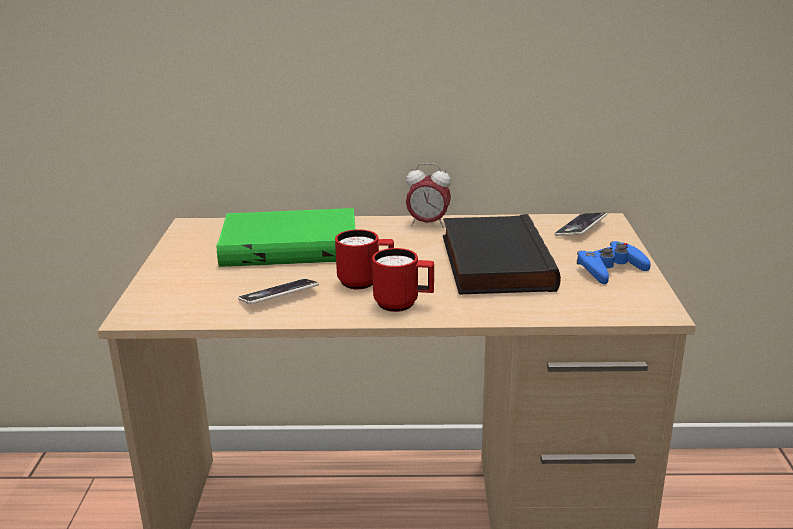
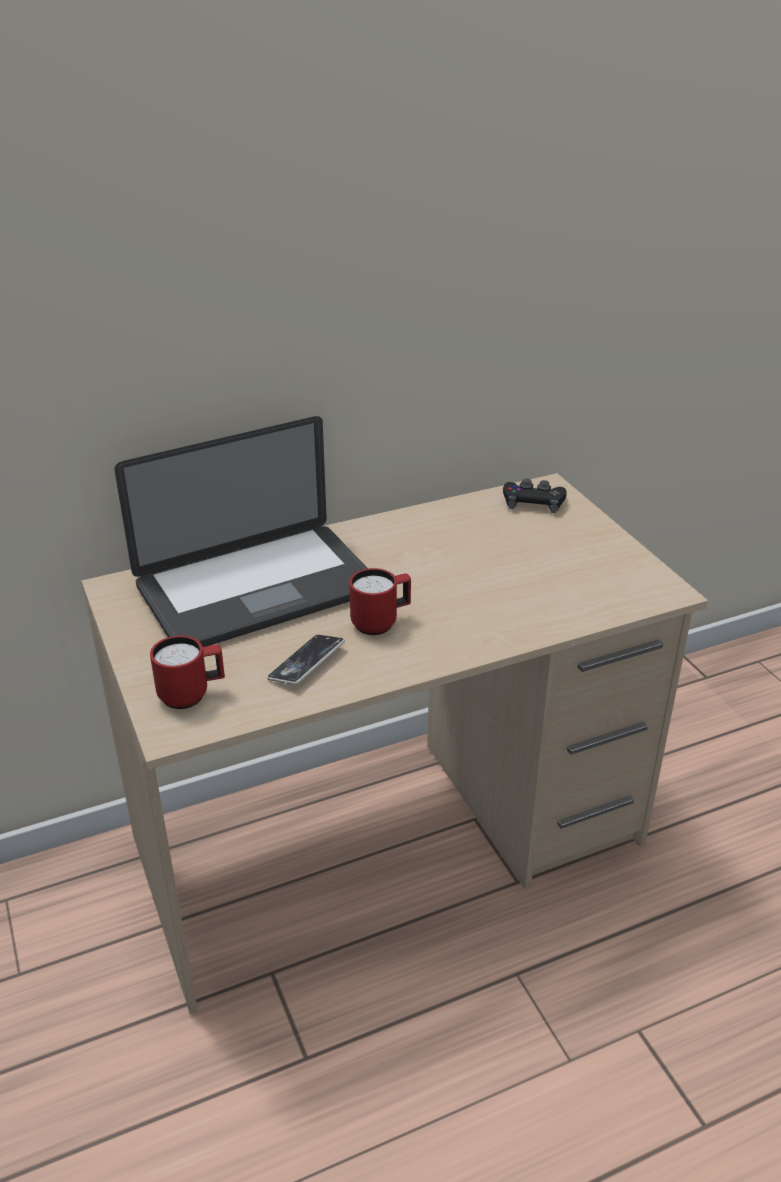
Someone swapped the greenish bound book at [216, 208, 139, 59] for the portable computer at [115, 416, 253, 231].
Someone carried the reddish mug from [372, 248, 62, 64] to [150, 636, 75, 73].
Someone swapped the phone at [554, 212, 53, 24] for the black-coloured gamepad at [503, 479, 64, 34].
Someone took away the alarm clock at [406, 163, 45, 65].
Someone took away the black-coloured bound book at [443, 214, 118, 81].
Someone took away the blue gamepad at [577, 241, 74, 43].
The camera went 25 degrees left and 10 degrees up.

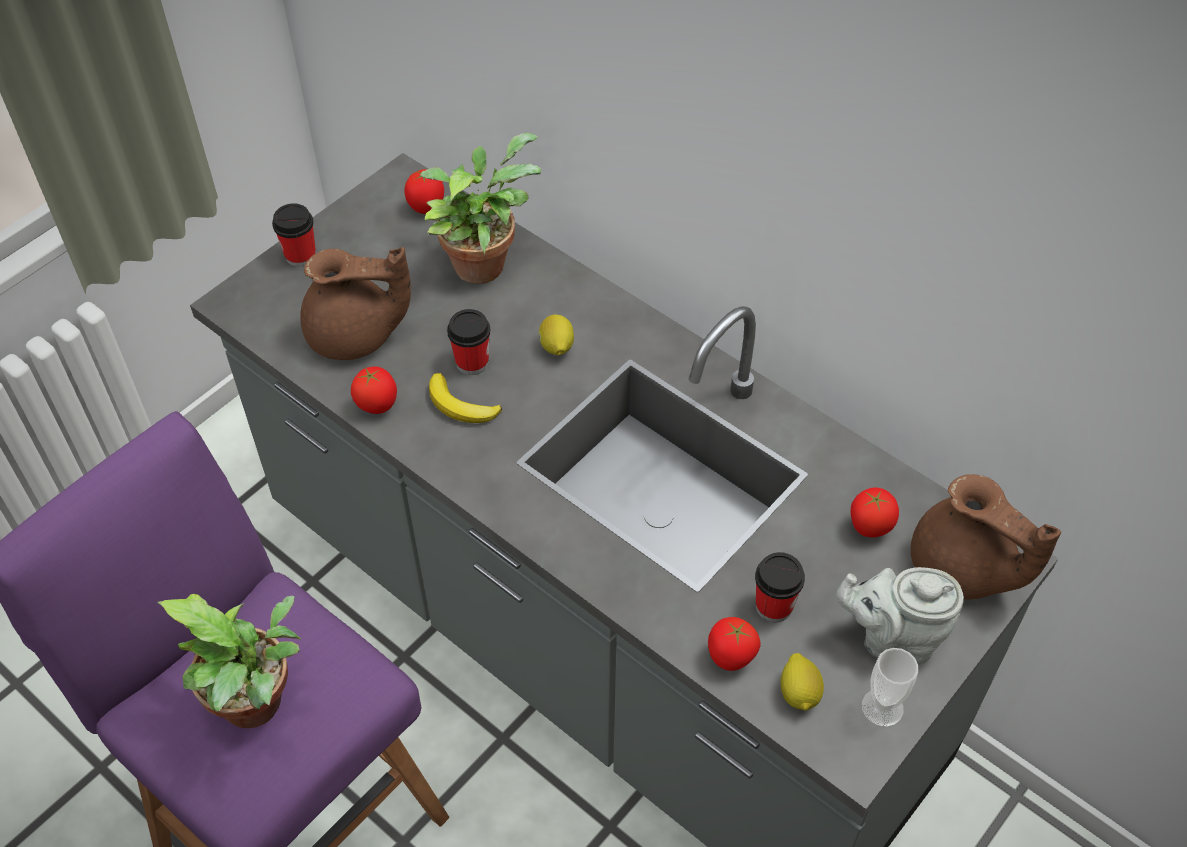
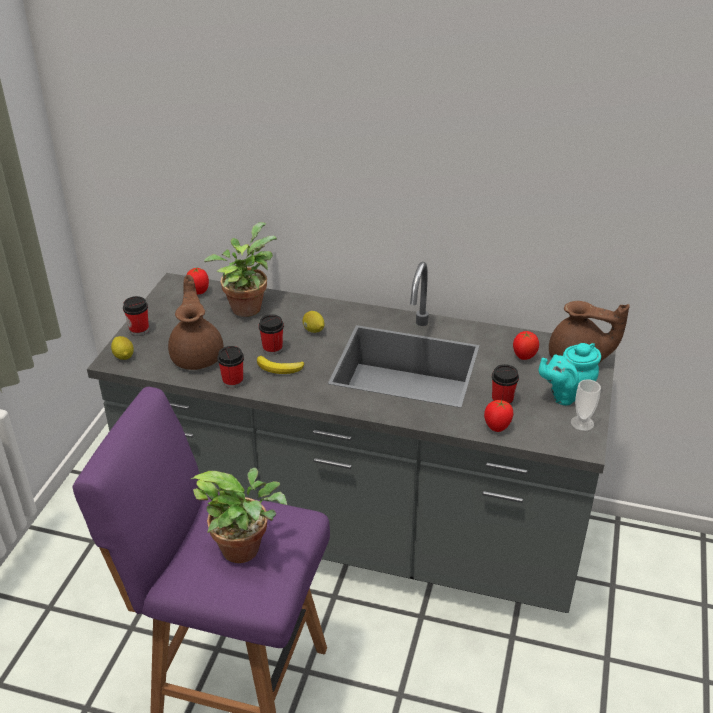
Someone carried the whole lemon from [780, 653, 44, 58] to [111, 336, 23, 24].
Someone rotated the brown tea pot at [300, 247, 111, 113] by 75 degrees counterclockwise.
Someone swapped the whole tomato at [351, 367, 46, 47] for the drinking cup at [217, 346, 27, 42].
Someone repainted the gray tea pot at [836, 567, 128, 97], which became the turquoise-coloured tea pot at [539, 343, 62, 62].
The camera went 25 degrees left and 15 degrees down.

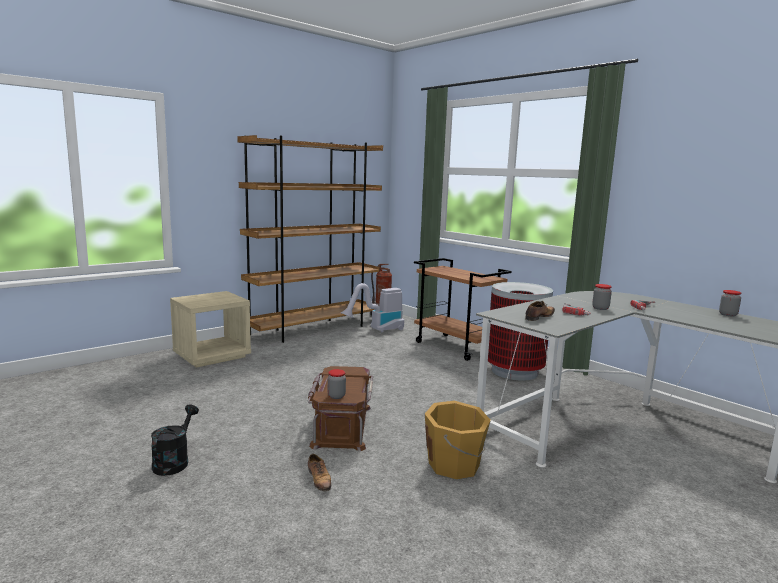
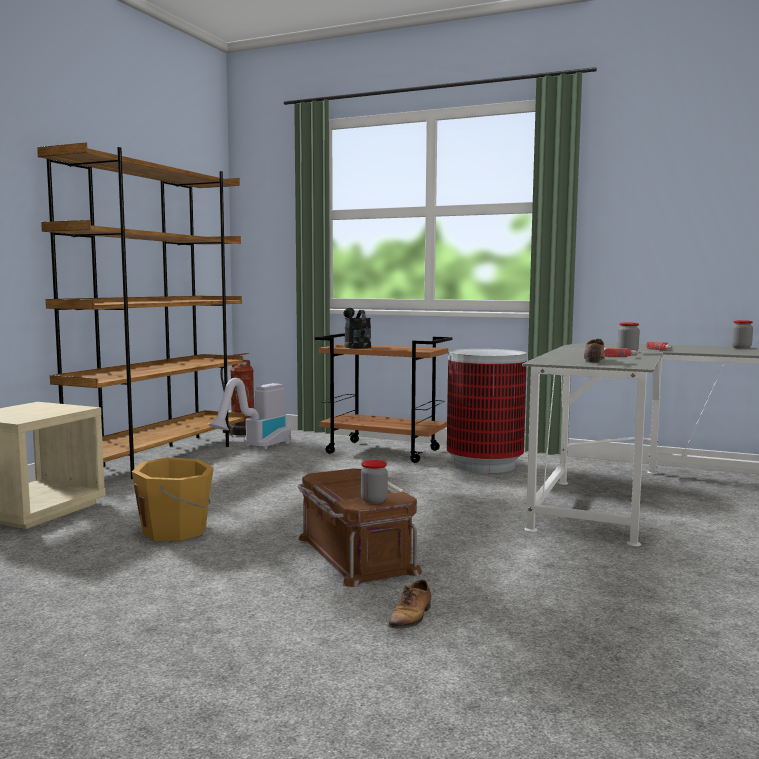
Someone carried the orangey water bucket from [425, 401, 66, 78] to [132, 457, 82, 84].
Someone carried the black-coloured watering pot from [151, 404, 48, 72] to [344, 308, 27, 40].
Someone rotated the shoe at [308, 454, 23, 37] by 75 degrees clockwise.
The camera went 25 degrees left and 5 degrees down.

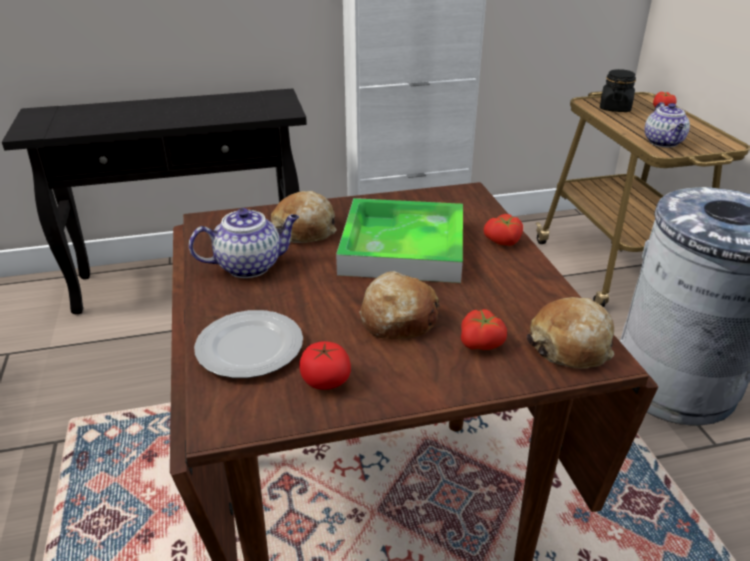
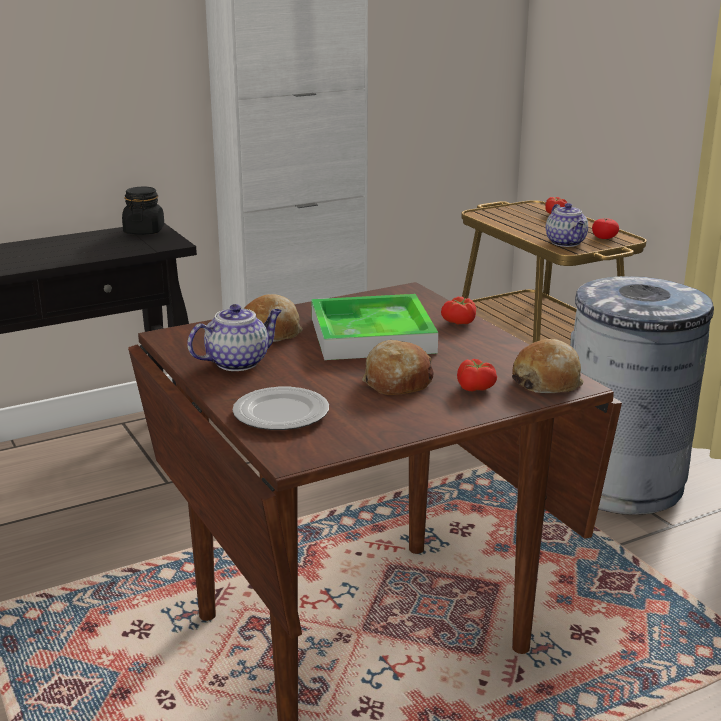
Someone carried the black-coloured jar from [600, 69, 36, 43] to [122, 186, 42, 49].
Someone carried the whole tomato from [299, 341, 52, 49] to [592, 218, 27, 21].
The camera went 15 degrees left and 10 degrees down.

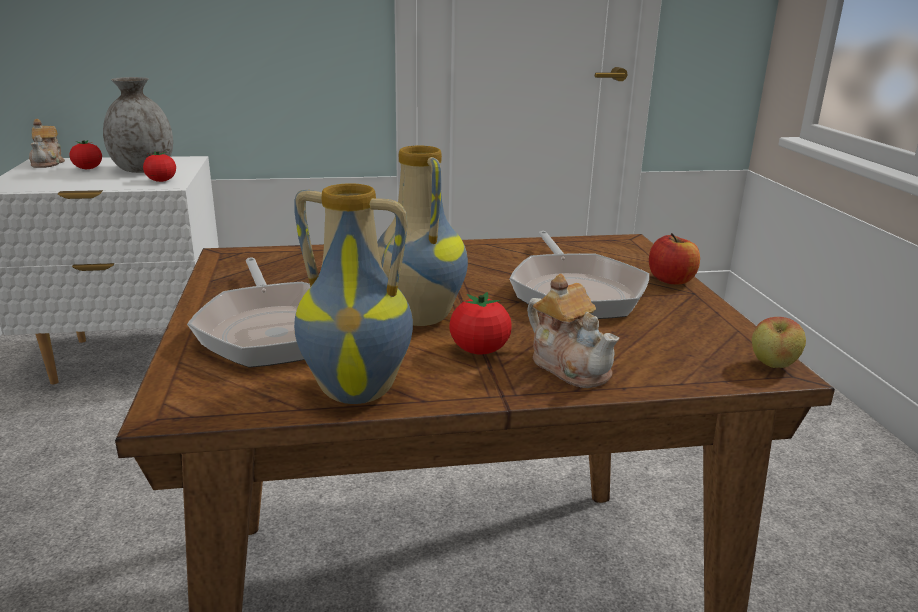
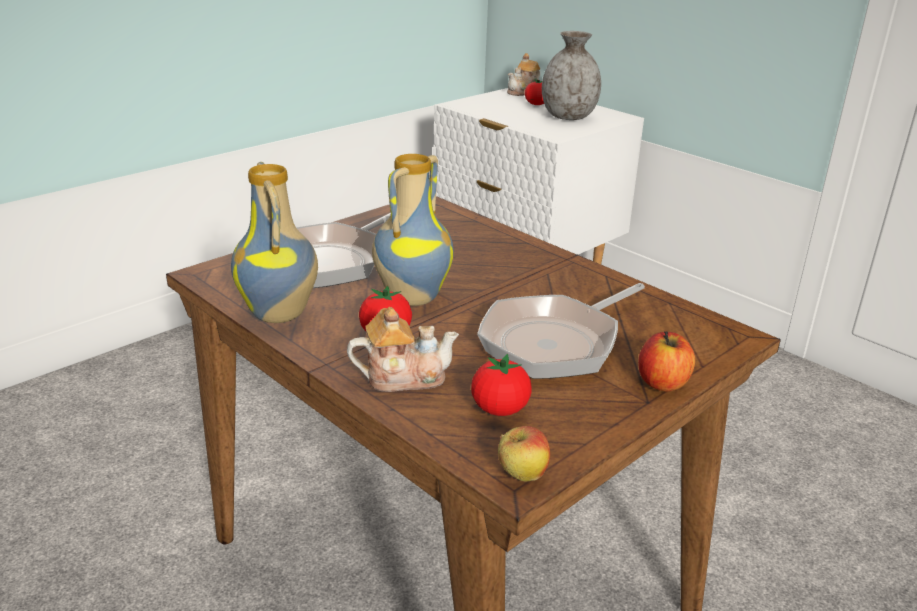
Someone rotated the tea pot at [527, 274, 93, 114] by 120 degrees counterclockwise.
Someone carried the whole tomato from [143, 151, 33, 31] to [471, 354, 61, 62].
The camera went 55 degrees right and 5 degrees up.

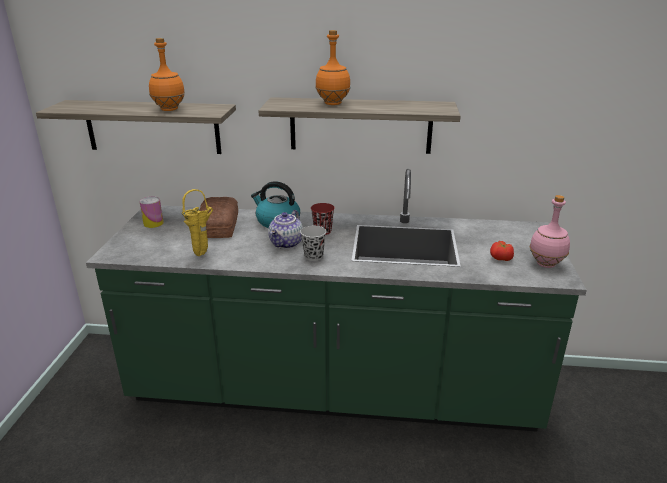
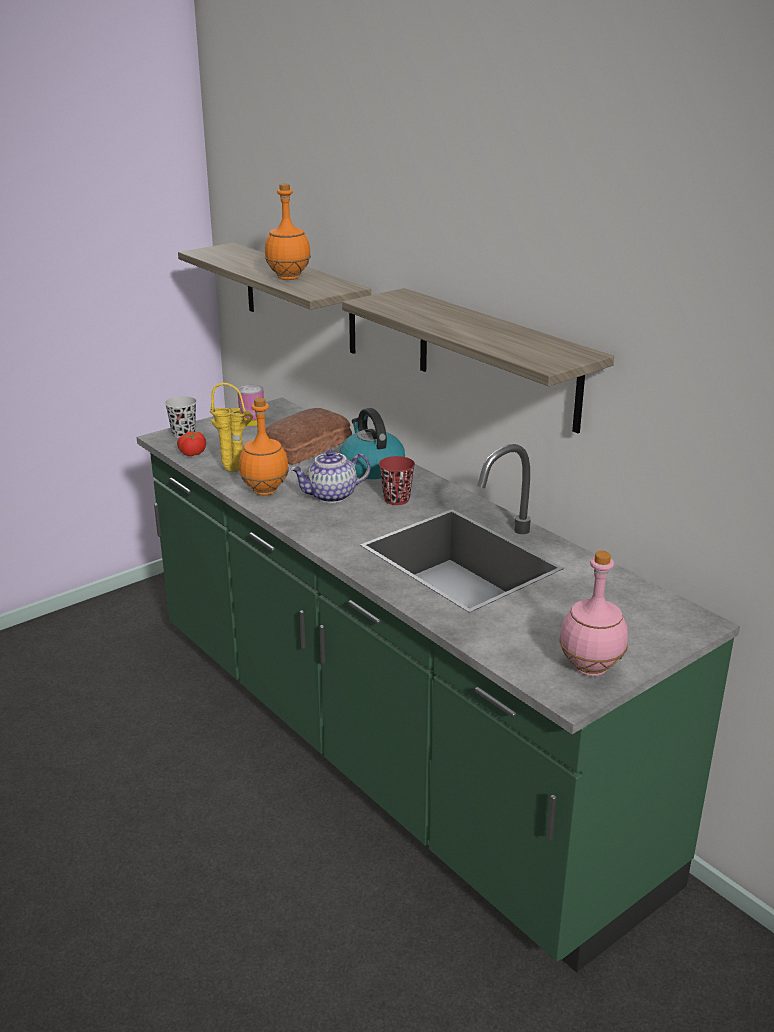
Someone carried the black-coloured drinking cup from [300, 226, 26, 35] to [165, 396, 32, 42].
Someone carried the whole tomato from [490, 241, 24, 20] to [177, 431, 29, 25].
Someone carried the orangey drink bottle from [315, 30, 36, 75] to [239, 398, 50, 97].
The camera went 45 degrees right and 0 degrees up.

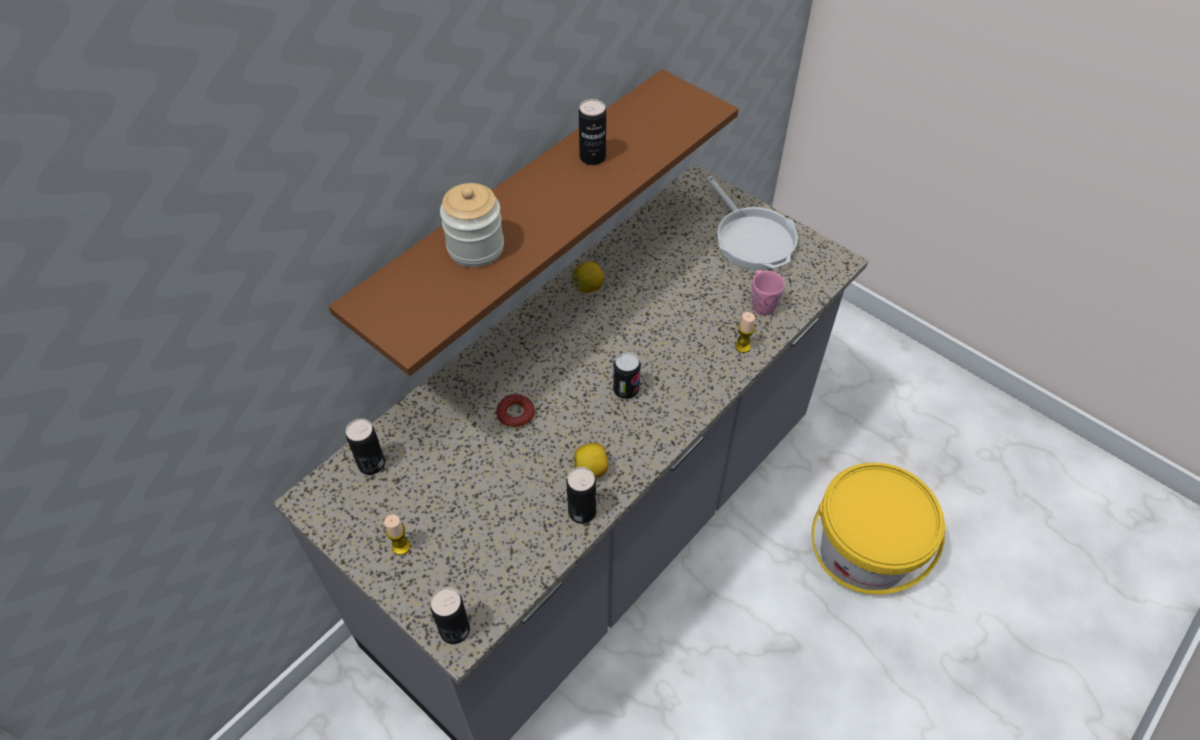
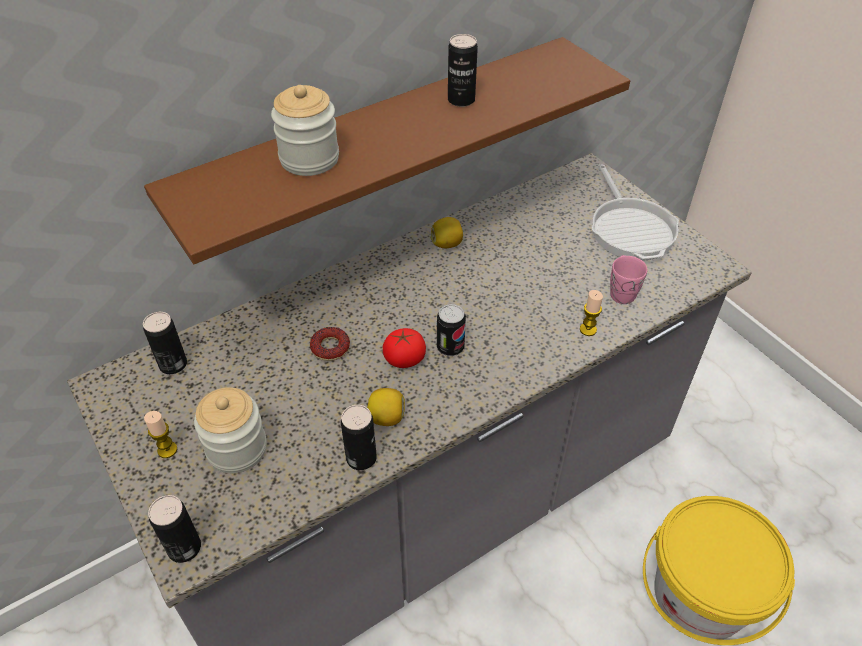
Someone put down the jar at [194, 387, 73, 86].
Someone put down the whole tomato at [383, 328, 43, 40].
The camera went 15 degrees right and 5 degrees down.

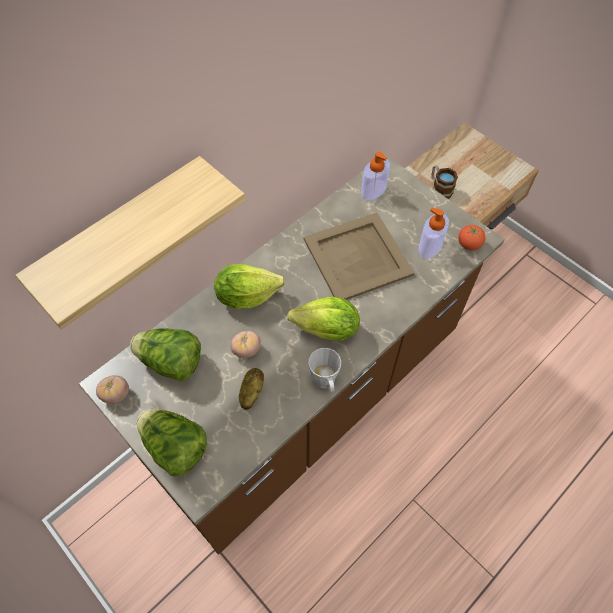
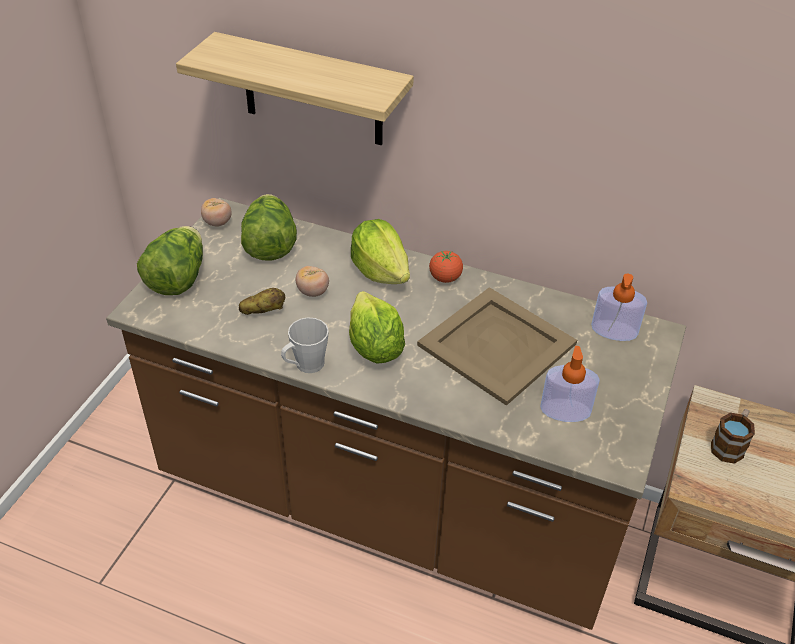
Someone carried the whole tomato from [458, 225, 28, 25] to [429, 251, 34, 32].
The camera went 65 degrees right and 15 degrees down.

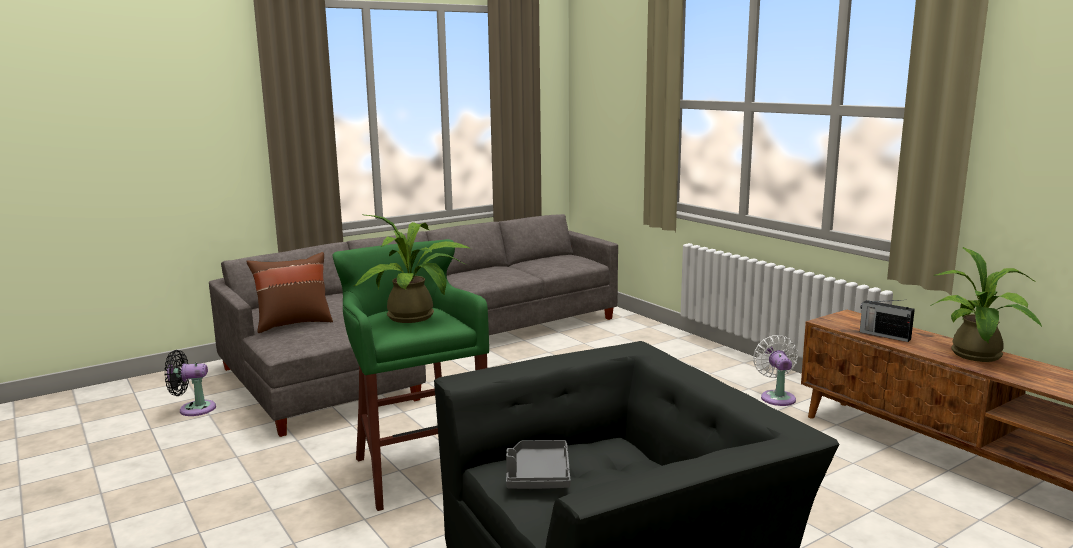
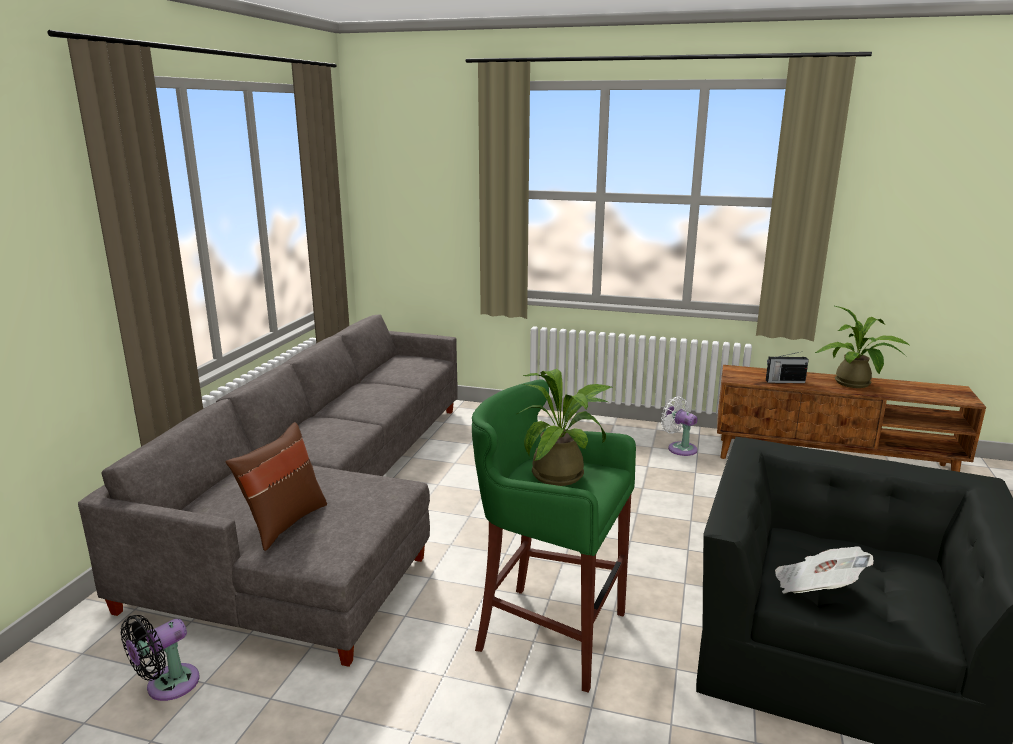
Someone swapped the gray serving tray at [506, 440, 64, 49] for the newspaper at [775, 546, 99, 47].
The camera went 40 degrees left and 5 degrees up.

